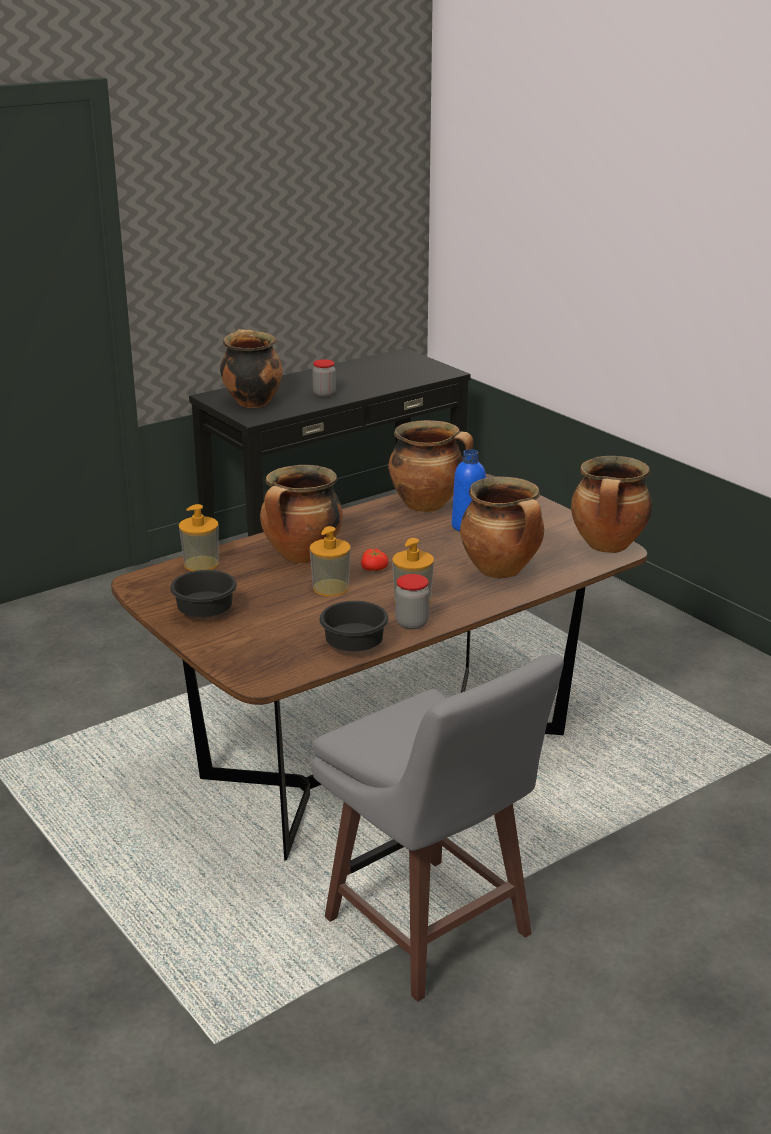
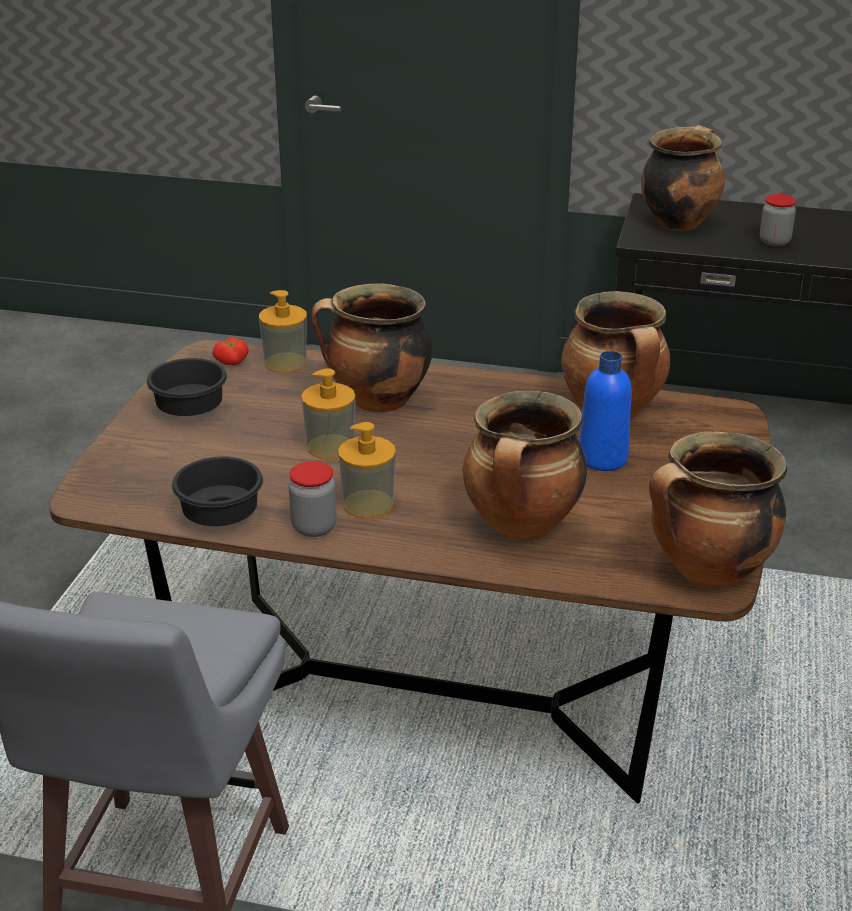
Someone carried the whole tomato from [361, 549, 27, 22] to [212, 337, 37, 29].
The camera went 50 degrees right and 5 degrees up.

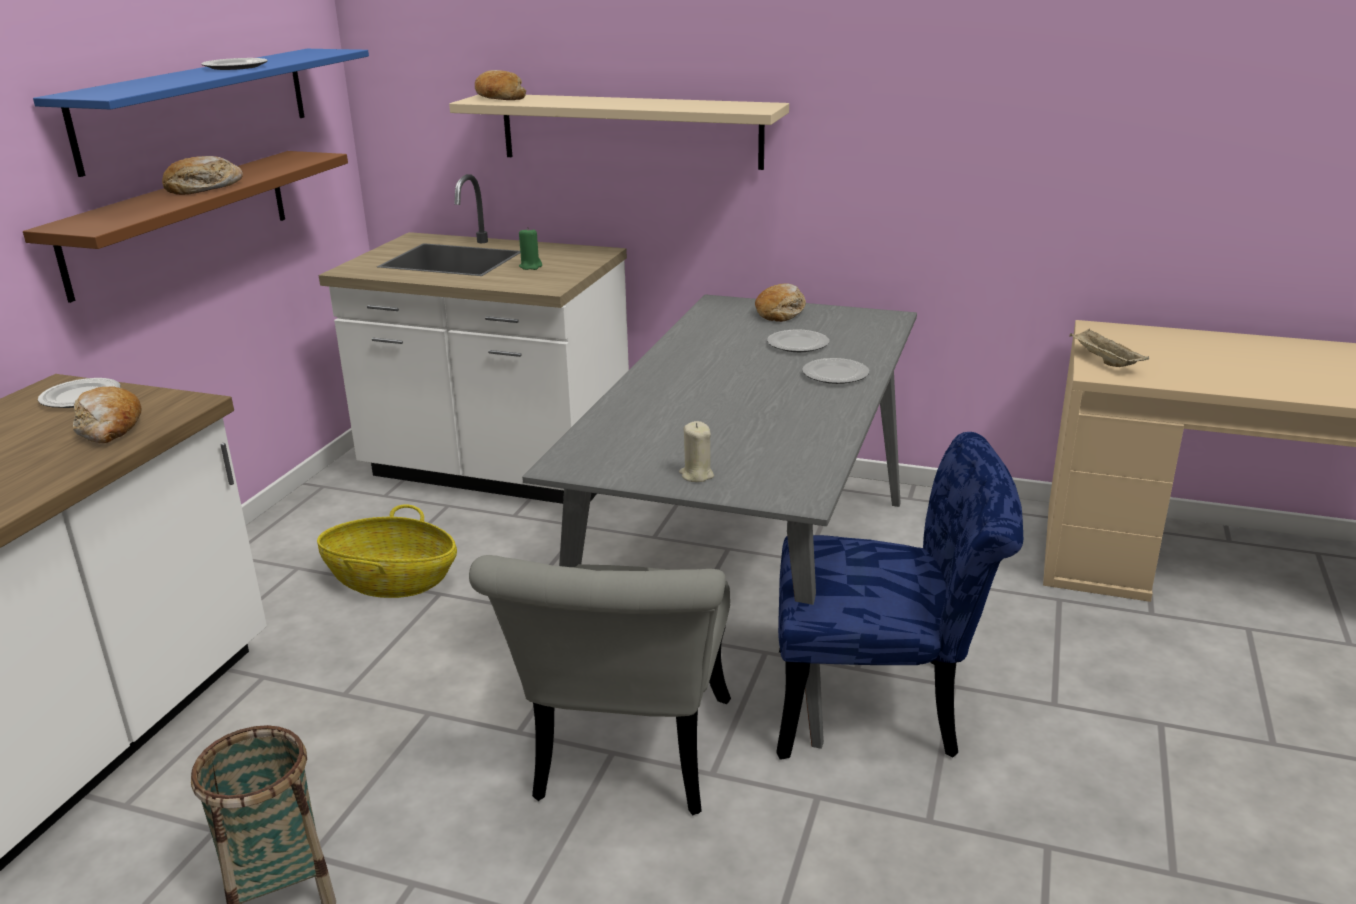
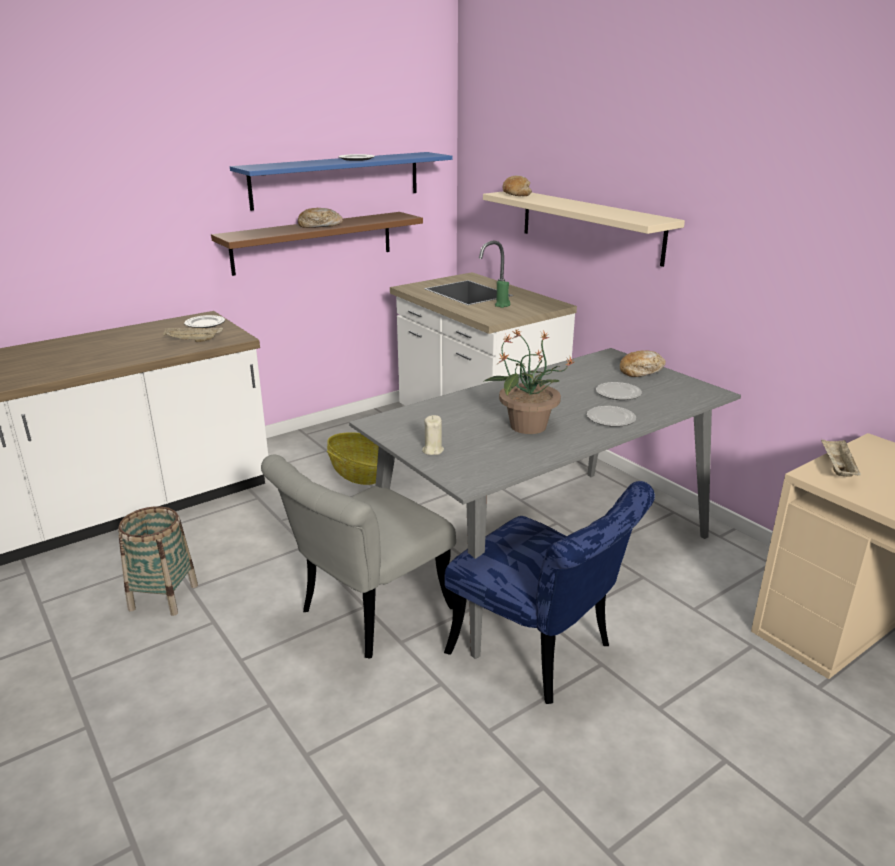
Someone swapped the bread at [73, 386, 68, 57] for the sand-coloured serving tray at [163, 327, 60, 15].
Someone put down the houseplant at [483, 329, 91, 105].
The camera went 35 degrees right and 0 degrees up.

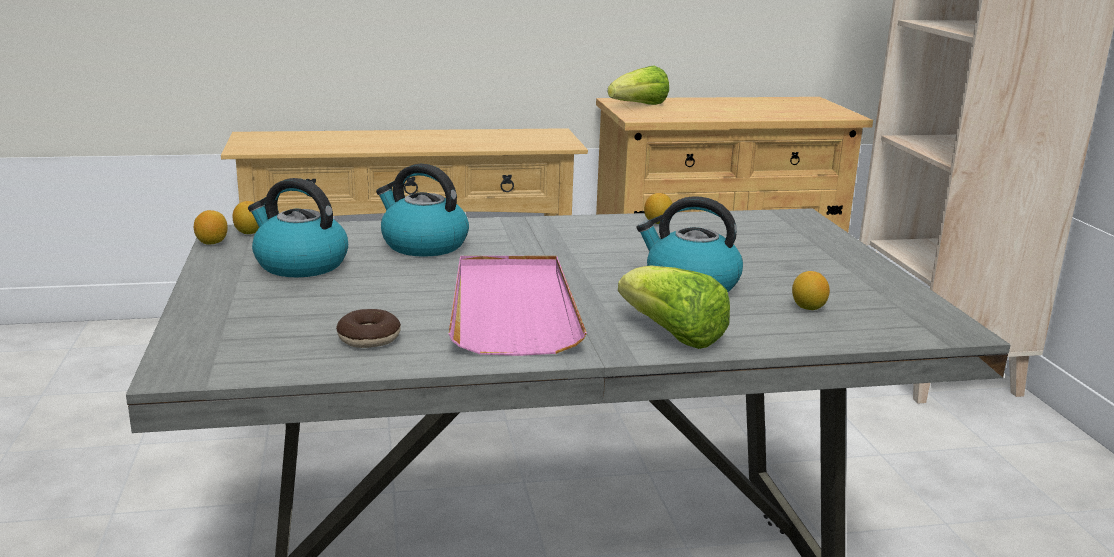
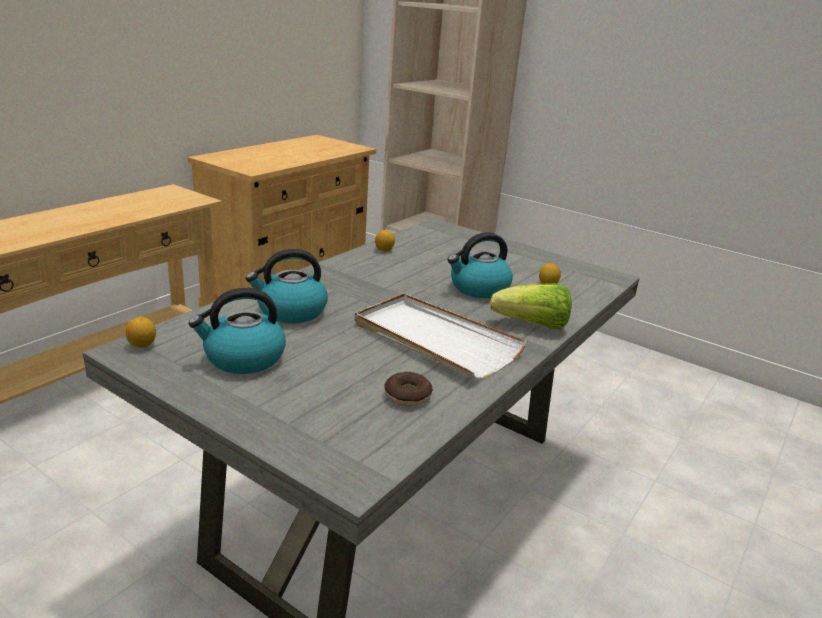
Someone repainted the pink serving tray at [449, 256, 138, 100], which became the whitish serving tray at [355, 294, 172, 85].
Someone took away the whole lemon at [194, 210, 34, 35].
Someone took away the head of lettuce at [608, 66, 61, 39].
The camera went 45 degrees left and 5 degrees up.

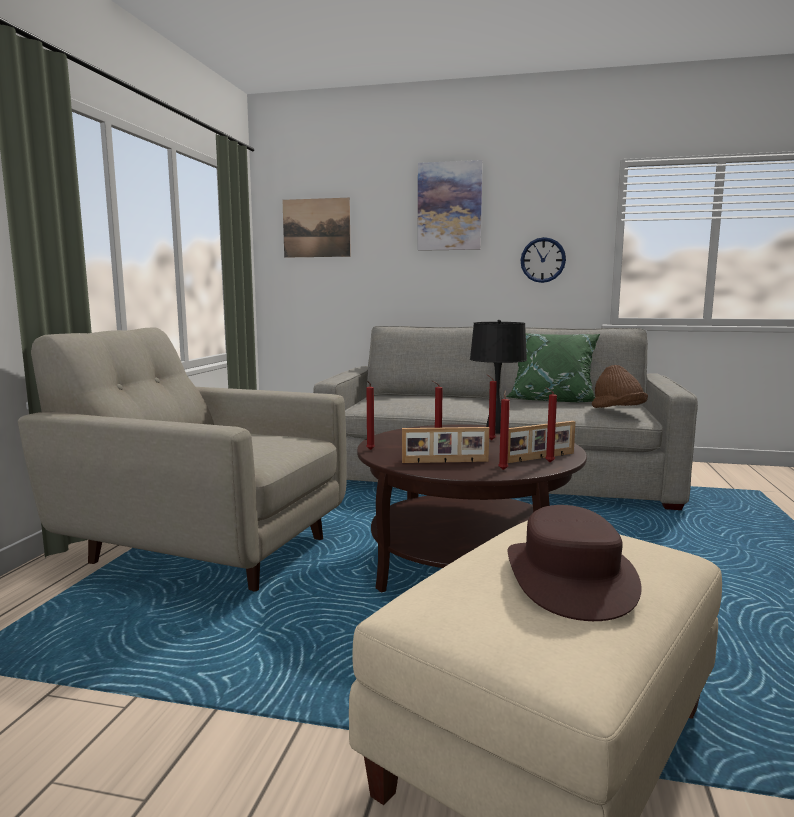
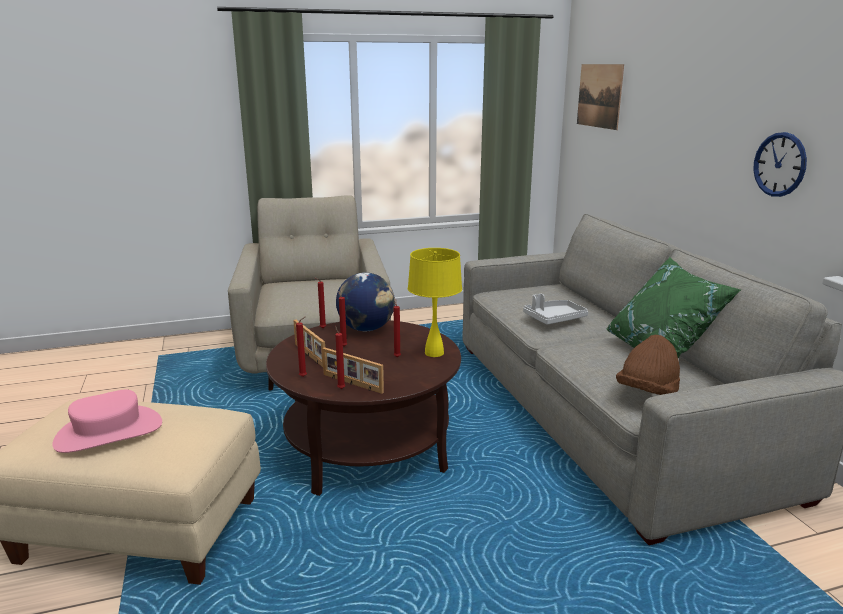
Someone repainted the brown hat at [508, 505, 134, 116], which became the pink hat at [52, 390, 110, 63].
Someone put down the world globe at [336, 273, 59, 58].
Someone repainted the black-coloured tabletop lamp at [470, 320, 57, 113], which became the yellowish tabletop lamp at [408, 248, 54, 109].
Someone put down the gray serving tray at [523, 294, 65, 31].
Someone took away the picture at [417, 160, 66, 91].
The camera went 60 degrees right and 10 degrees up.

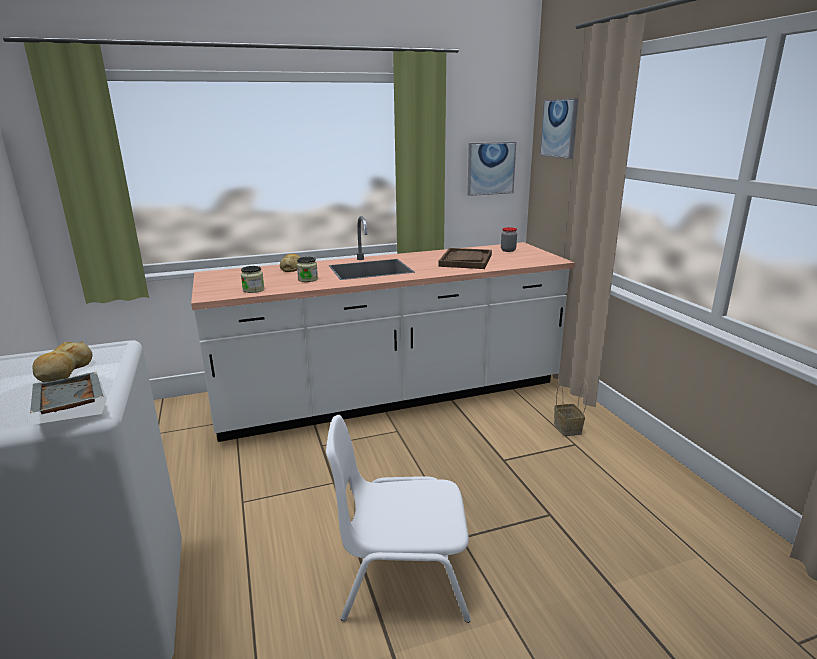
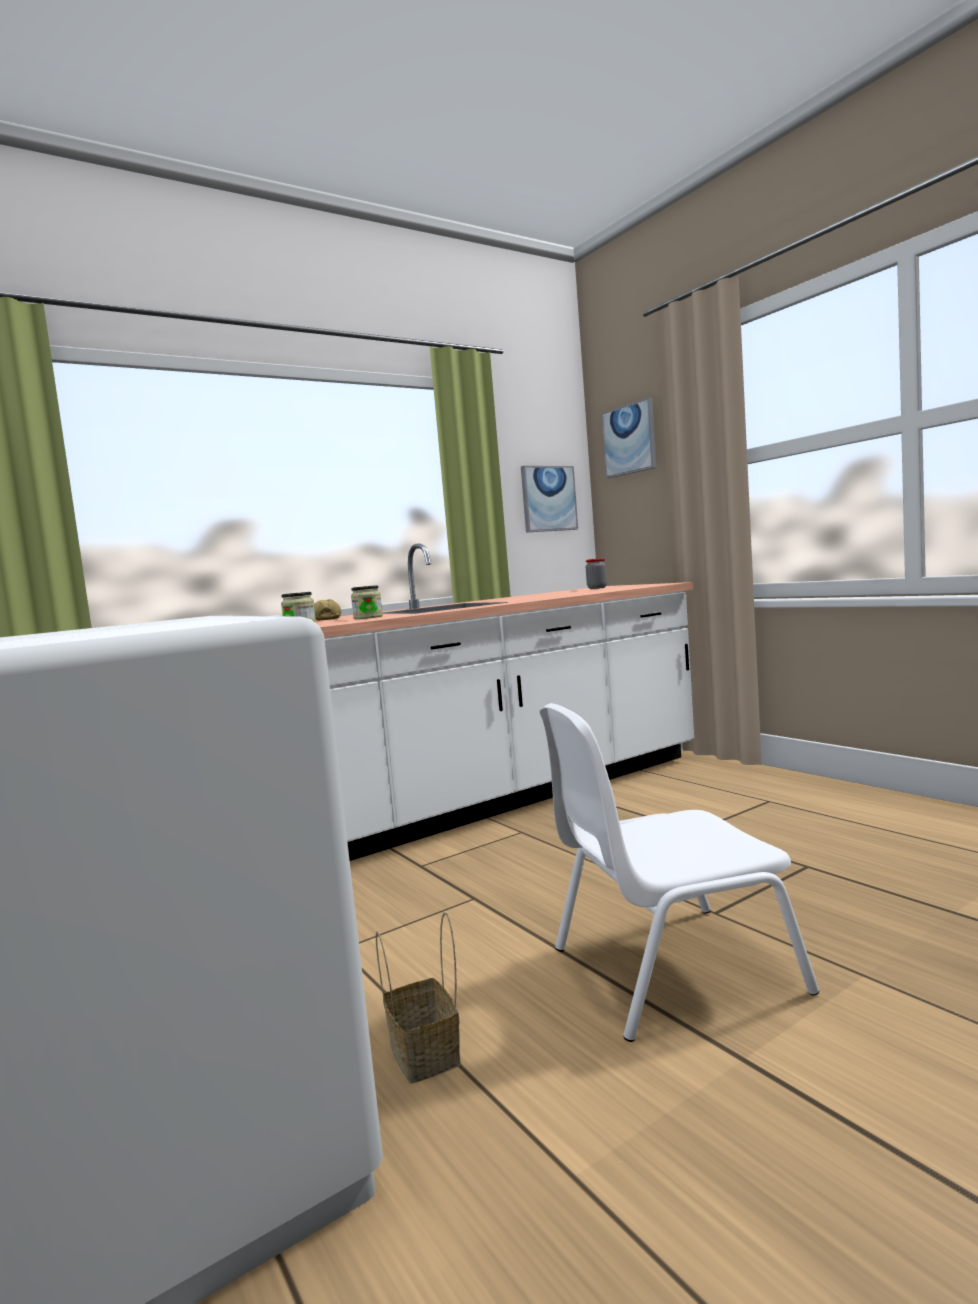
Someone carried the storage basket from [554, 382, 34, 54] to [376, 912, 85, 171].
Someone took away the gray serving tray at [30, 372, 74, 42].
Someone took away the bread at [33, 341, 59, 41].
Someone took away the brown serving tray at [438, 248, 54, 21].
The camera went 15 degrees left and 15 degrees down.

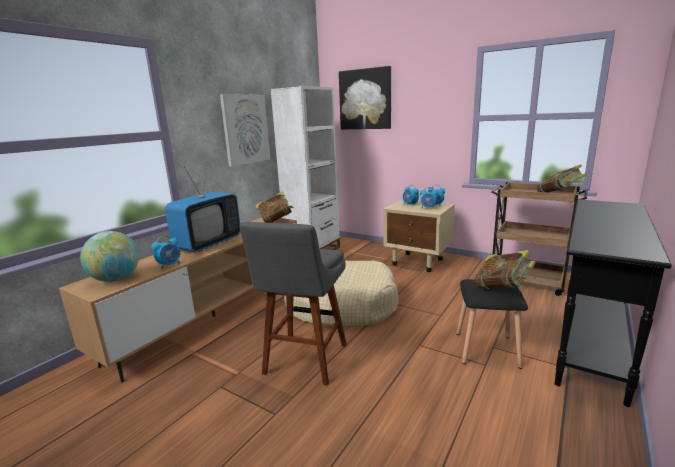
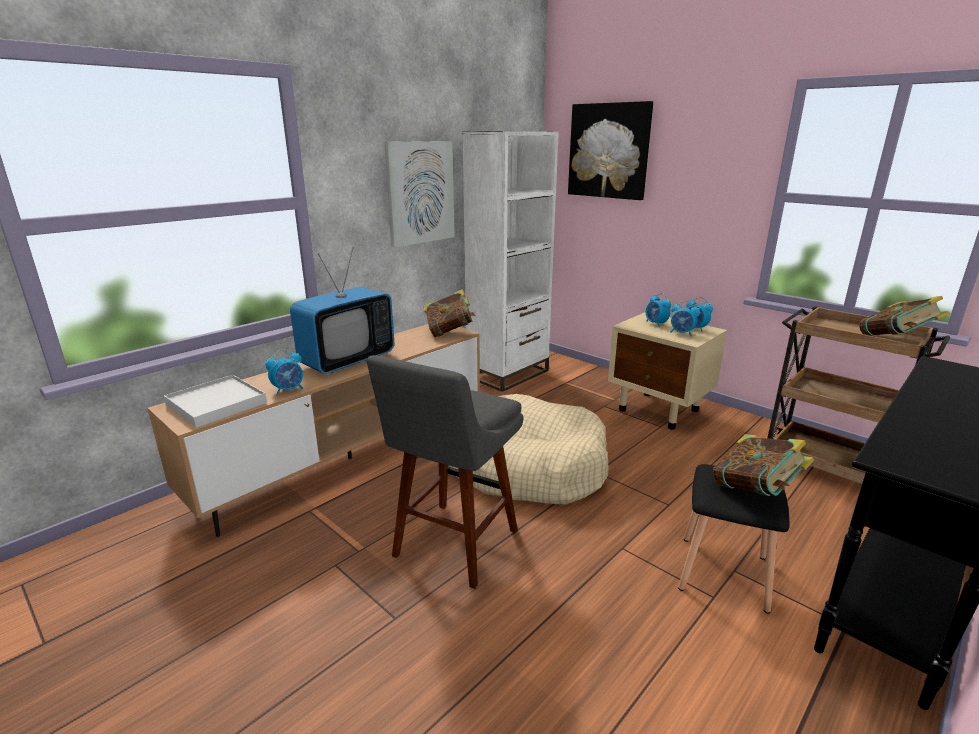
Someone swapped the world globe at [80, 231, 59, 51] for the whitish serving tray at [164, 375, 103, 53].
The camera went 10 degrees right and 5 degrees up.

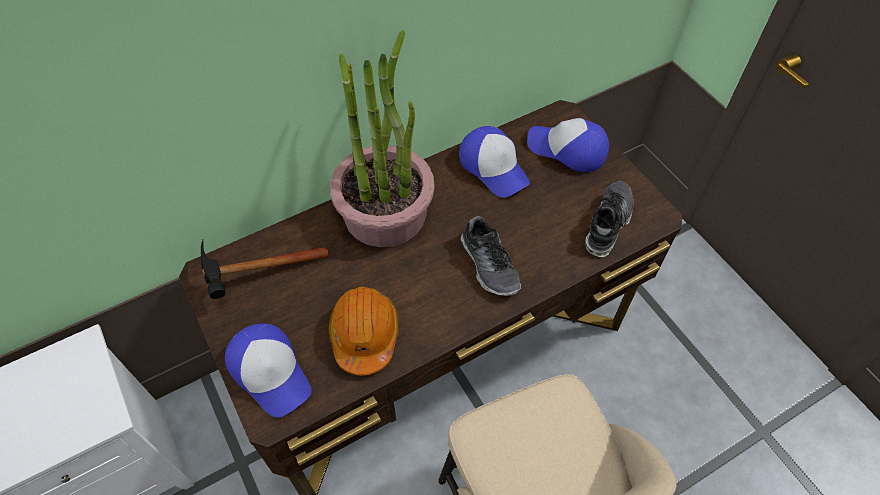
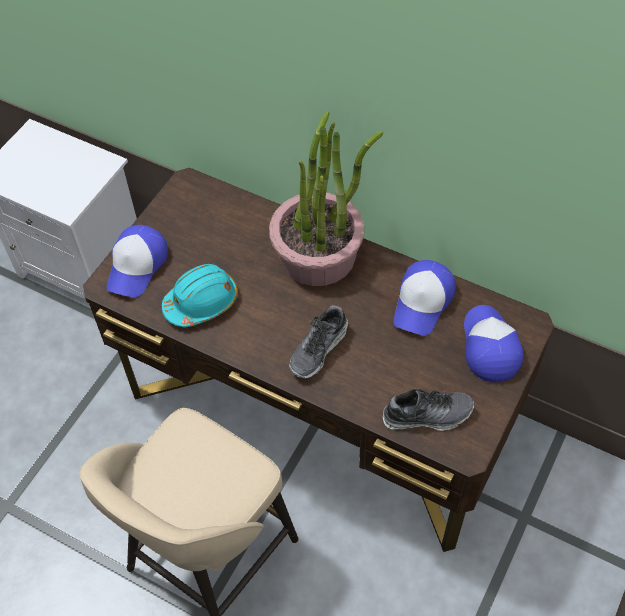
Someone repainted the orangey work helmet at [329, 287, 70, 89], which became the turquoise-coloured work helmet at [162, 264, 76, 63].
Someone took away the tool hammer at [201, 240, 128, 59].
The camera went 60 degrees right and 0 degrees up.

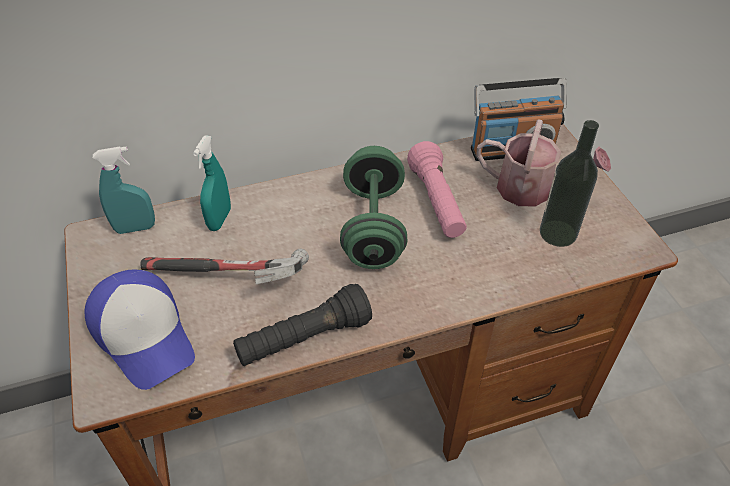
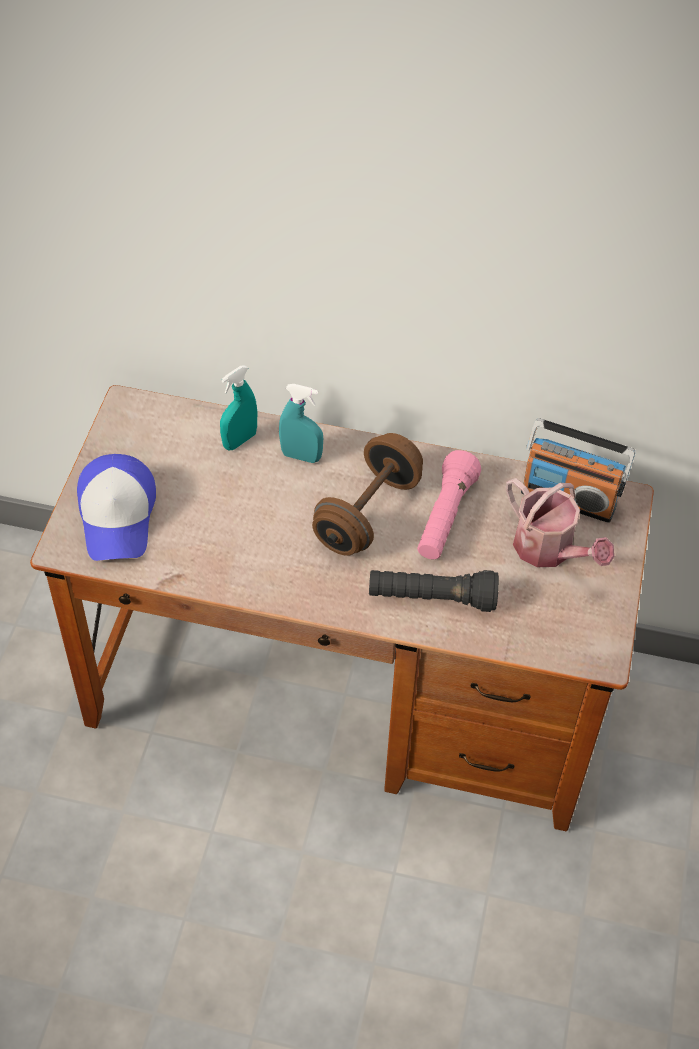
Someone carried the turquoise-coloured spray bottle from [93, 147, 62, 87] to [279, 384, 44, 79].
Someone repainted the greenish dumbbell at [340, 146, 67, 123], which became the brown dumbbell at [312, 433, 111, 123].
Someone carried the black-coloured hand torch from [233, 284, 139, 82] to [369, 570, 130, 42].
Someone took away the tool hammer at [140, 248, 169, 36].
Someone took away the drink bottle at [540, 120, 59, 127].
The camera went 30 degrees right and 5 degrees up.

